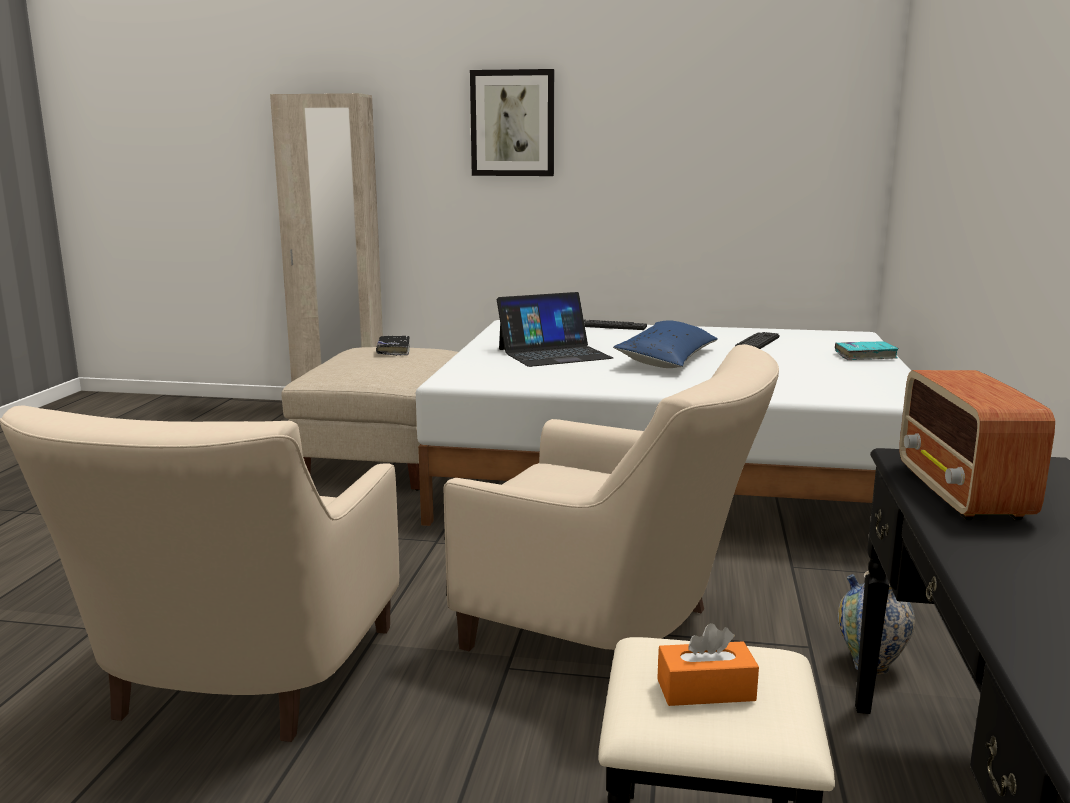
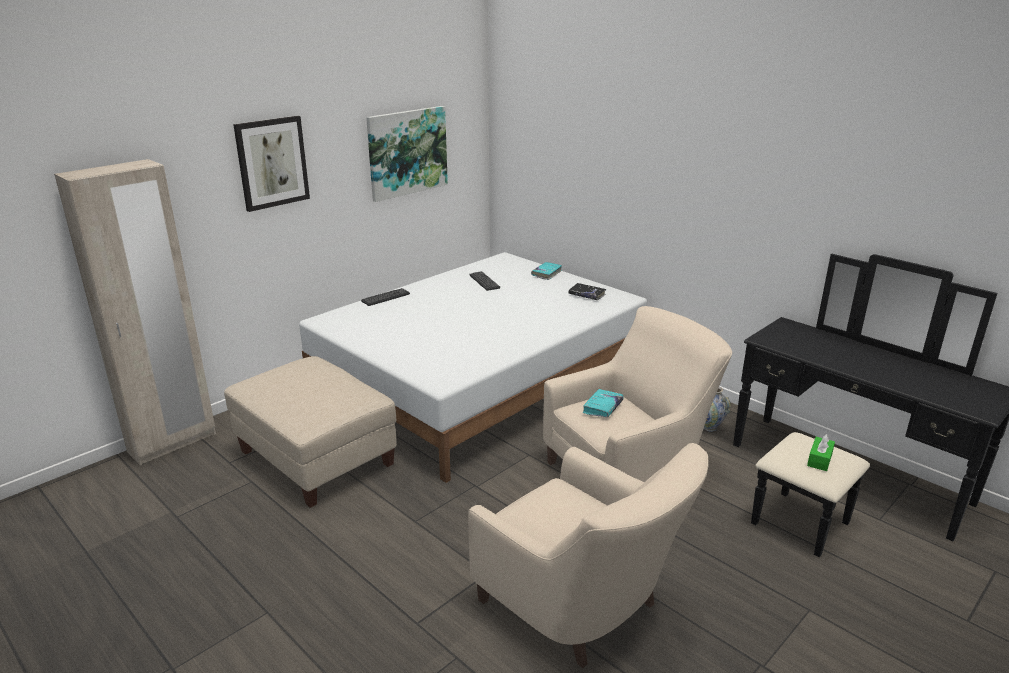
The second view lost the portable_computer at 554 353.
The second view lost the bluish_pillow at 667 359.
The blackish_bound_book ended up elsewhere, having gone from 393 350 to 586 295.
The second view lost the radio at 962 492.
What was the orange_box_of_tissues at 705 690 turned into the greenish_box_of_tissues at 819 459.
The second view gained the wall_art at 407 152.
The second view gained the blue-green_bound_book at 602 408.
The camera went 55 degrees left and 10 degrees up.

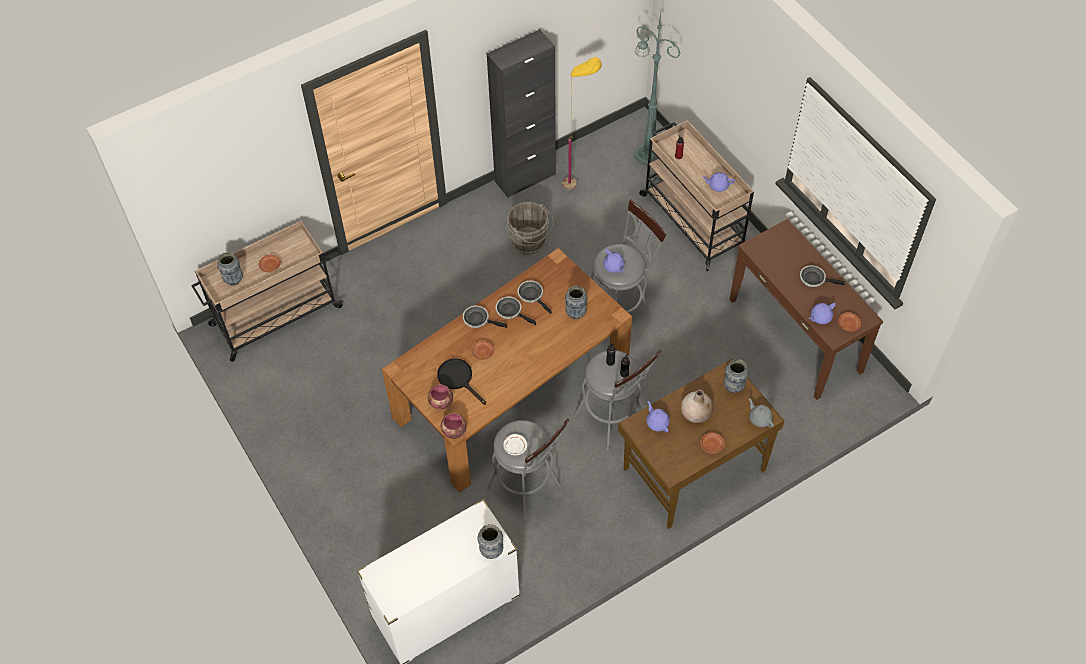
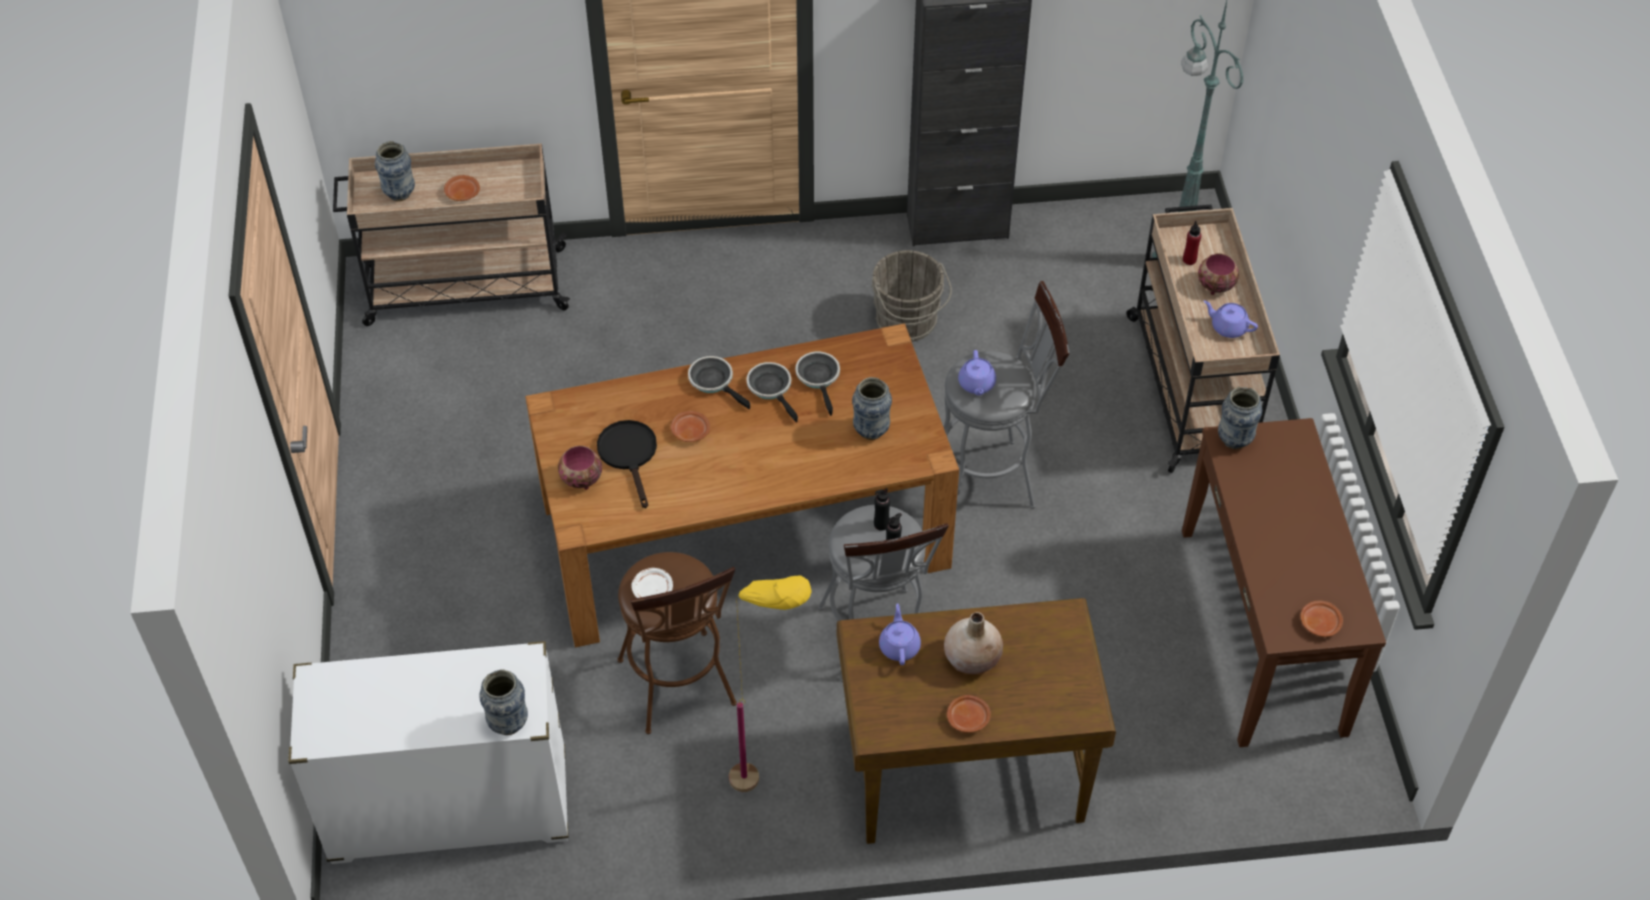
The yellow-coloured_standard_lamp ended up elsewhere, having gone from 579 181 to 770 780.
The second view lost the frying_pan at 814 279.
The second view lost the purple-coloured_tea_pot at 820 317.
The flower_vase ended up elsewhere, having gone from 733 387 to 1234 440.
The second view lost the grey_tea_pot at 759 418.
The deep_dish ended up elsewhere, having gone from 453 431 to 1214 285.
What was the grey_sitting_stool at 528 491 turned into the brownish_sitting_stool at 680 690.
The camera went 25 degrees right and 5 degrees down.

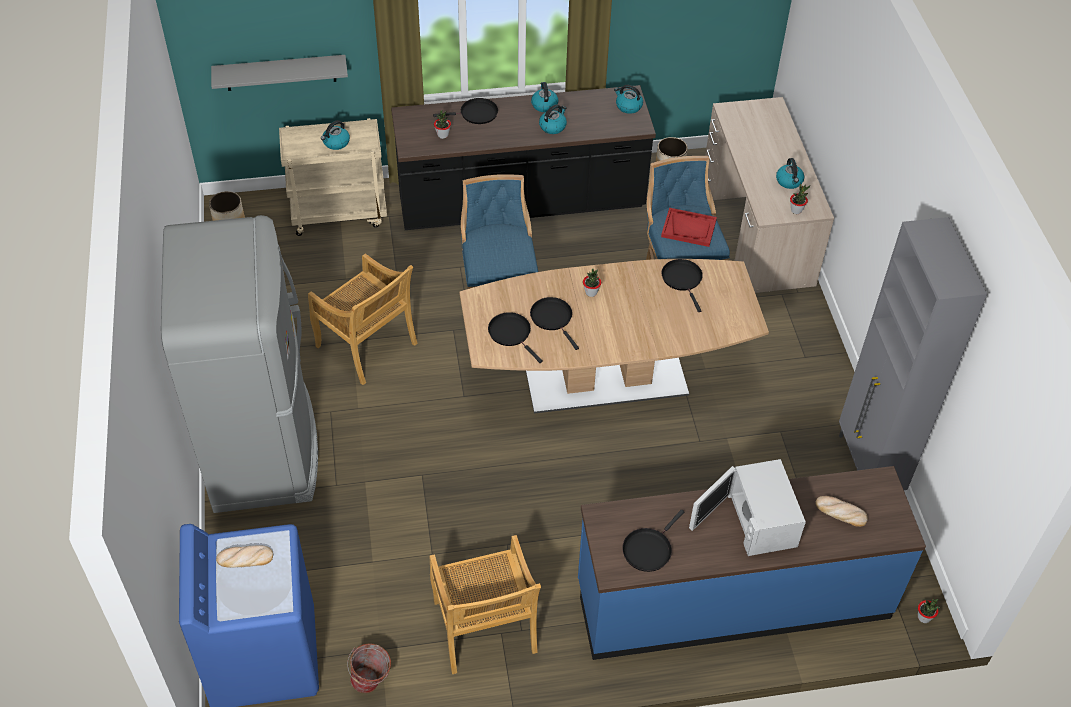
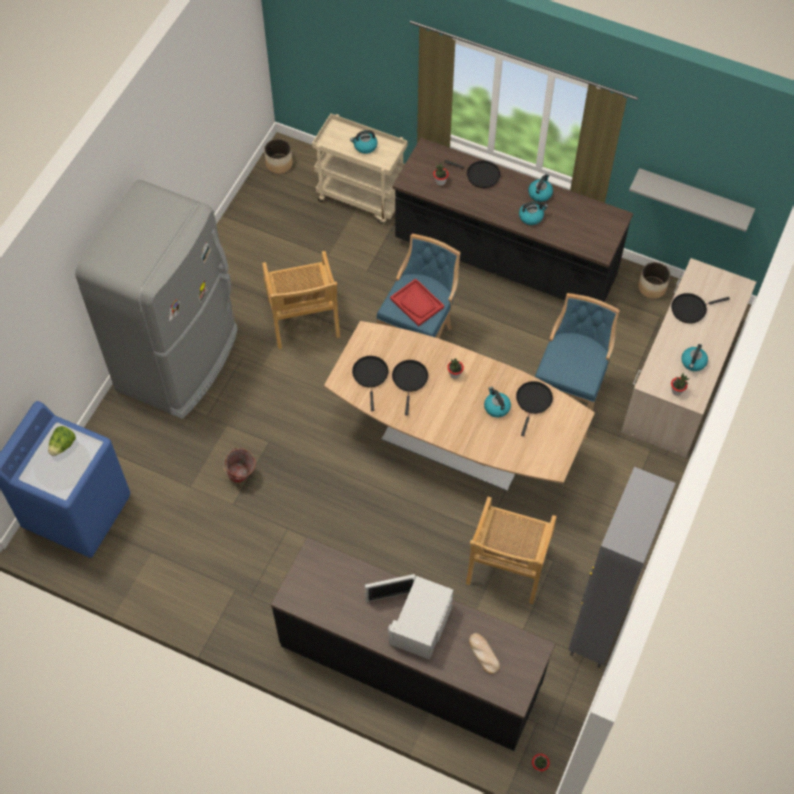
The grey_shelf ended up elsewhere, having gone from 280 72 to 694 197.
The water_kettle ended up elsewhere, having gone from 628 106 to 496 407.
The red-coloured_tray ended up elsewhere, having gone from 689 228 to 417 303.
What was the bluish_kitchen_base_unit at 732 599 turned into the blackish_kitchen_base_unit at 410 665.
The blackish_frying_pan ended up elsewhere, having gone from 648 549 to 690 309.
The beige-coloured_chair ended up elsewhere, having gone from 485 629 to 507 566.
Where the baked_bread stood at 245 558, the lettuce_head came to stand at 63 446.
The bucket ended up elsewhere, having gone from 372 682 to 241 477.
The camera went 35 degrees right and 10 degrees up.

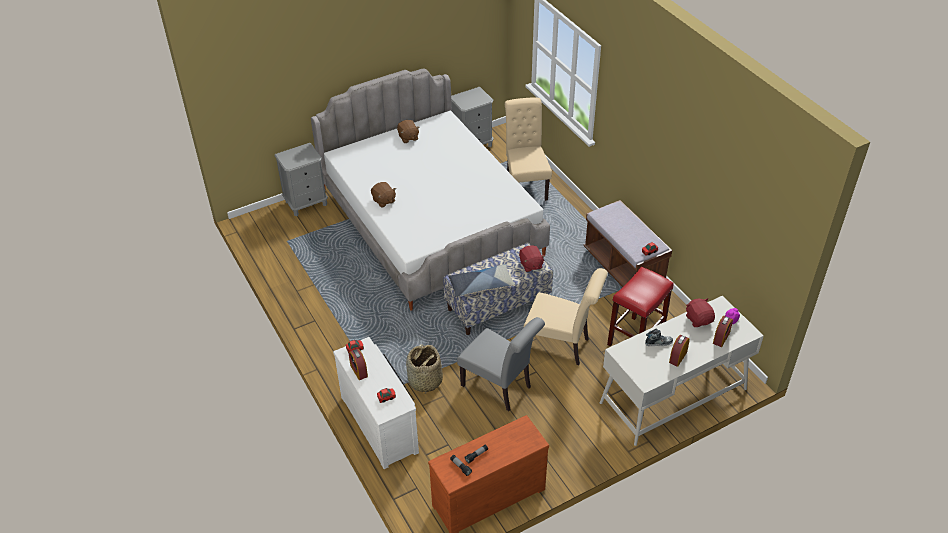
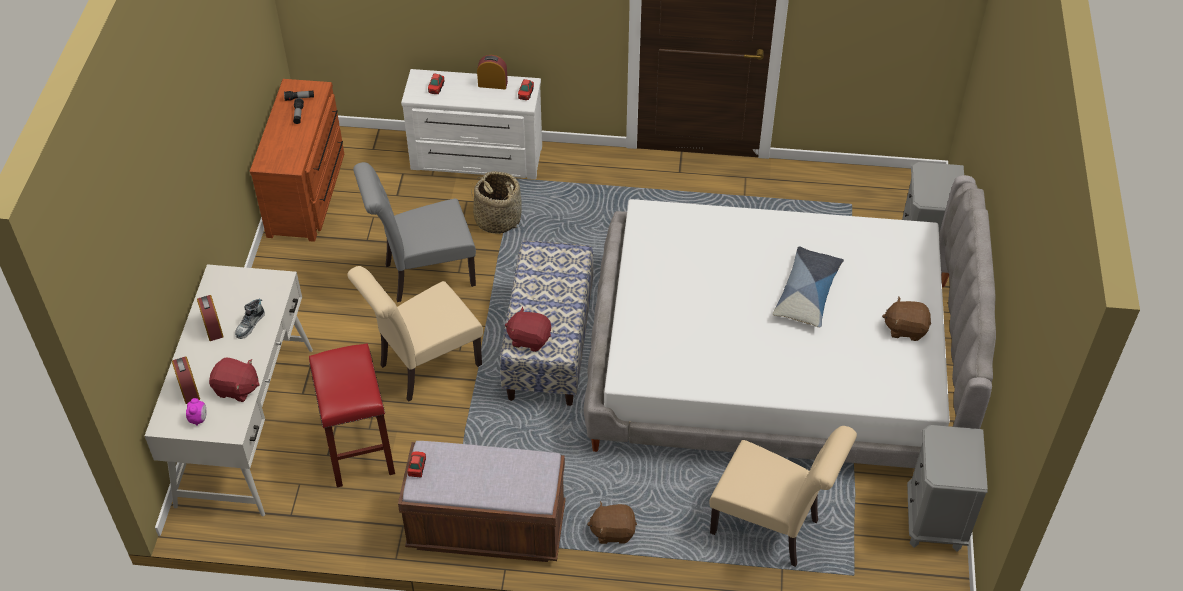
The brownish_cuddly_toy ended up elsewhere, having gone from 383 201 to 613 531.
The pillow ended up elsewhere, having gone from 481 285 to 807 293.
The camera went 125 degrees right and 5 degrees up.

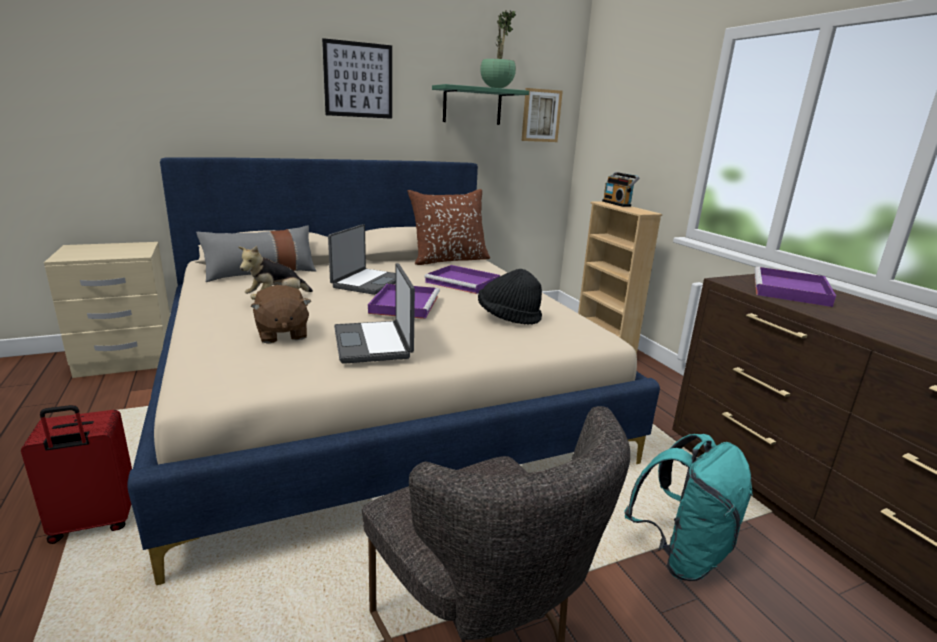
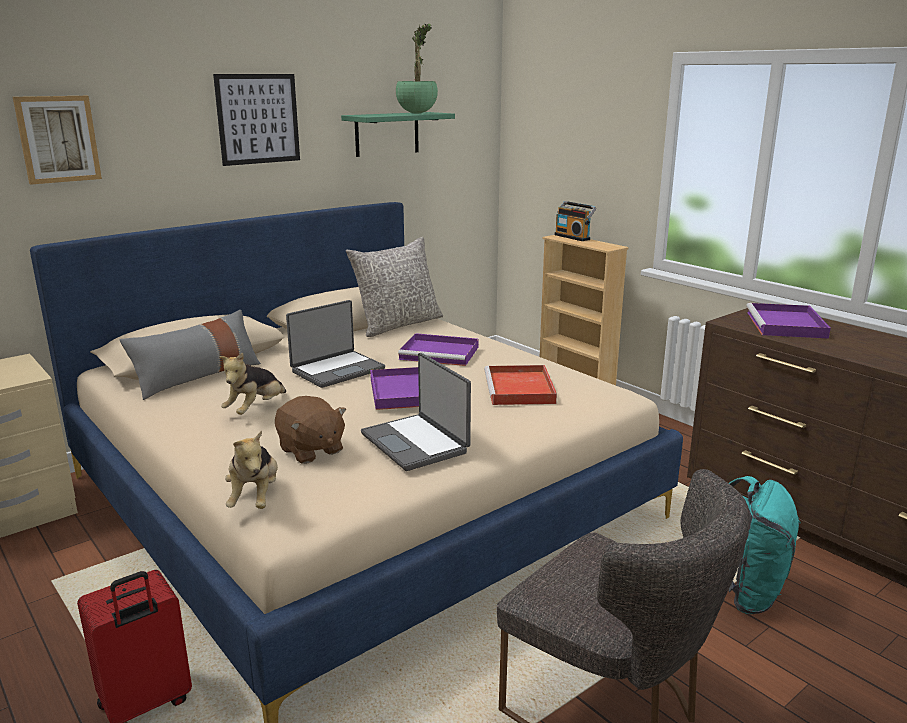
The wall_art ended up elsewhere, having gone from 541 115 to 58 139.
What was the brownish_pillow at 449 260 turned into the grey_pillow at 398 324.
The portable_computer at 368 282 ended up facing another way, 45 degrees clockwise from before.
Where the blackish_clothing_hat stood at 508 317, the red-coloured_tray came to stand at 520 389.
The second view gained the cuddly_toy at 255 498.
The camera went 15 degrees left and 0 degrees up.

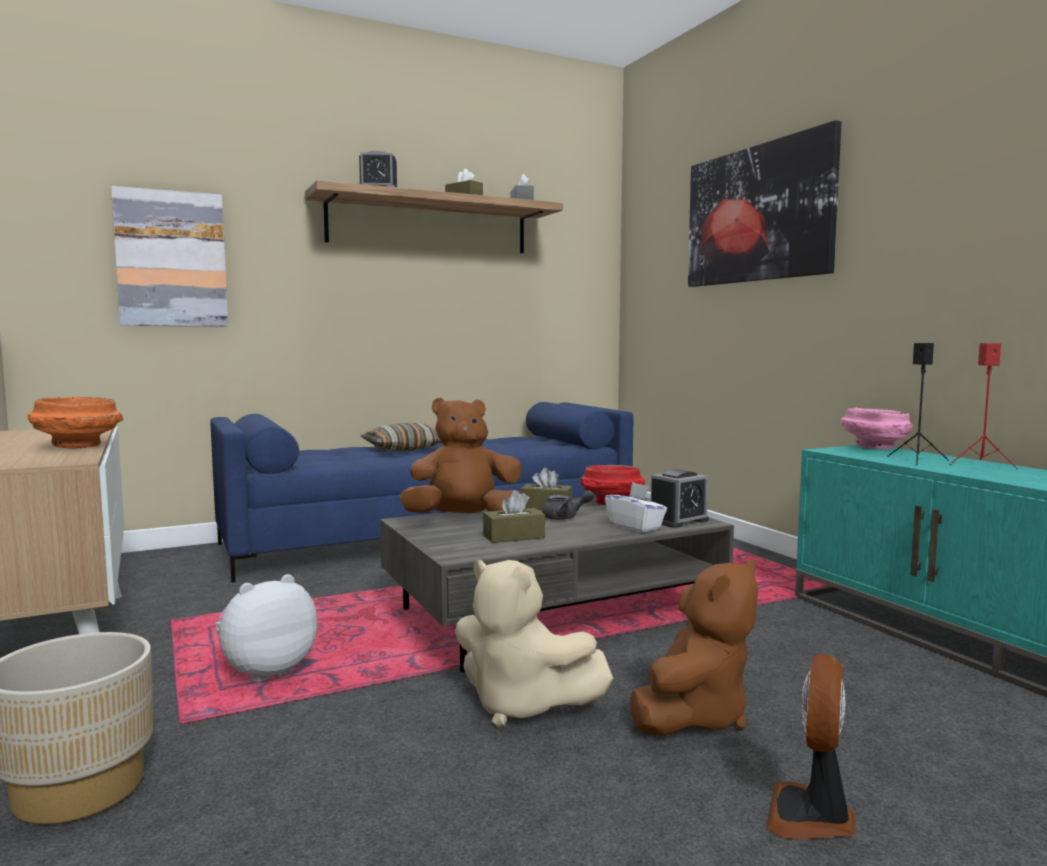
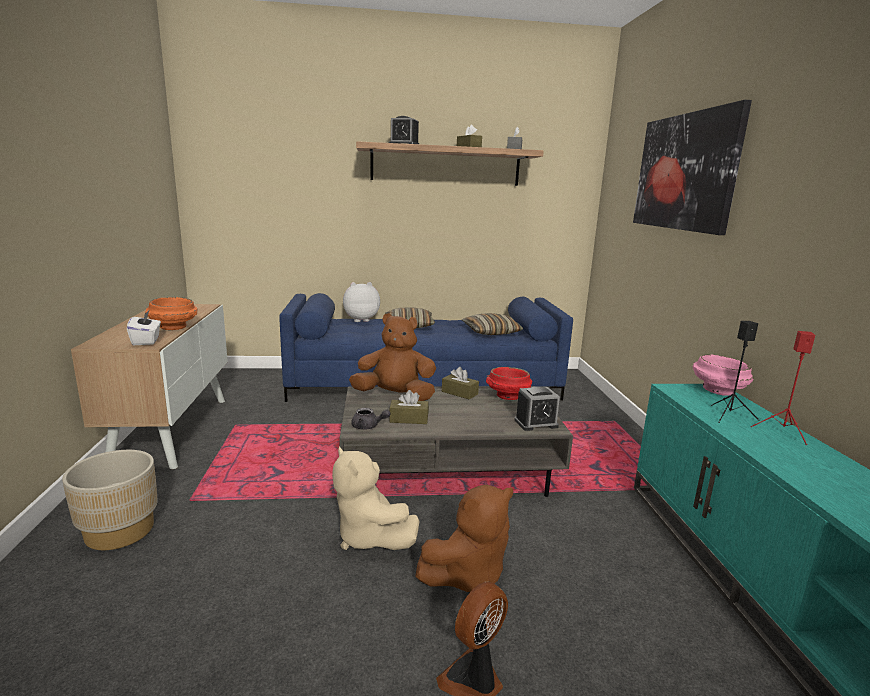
The second view lost the wall_art at 171 259.
The whitish_box_of_tissues ended up elsewhere, having gone from 635 526 to 146 341.
The grey_tea_pot ended up elsewhere, having gone from 565 517 to 368 426.
The cuddly_toy ended up elsewhere, having gone from 266 671 to 360 319.
The second view gained the pillow at 491 332.
The camera went 20 degrees right and 10 degrees up.

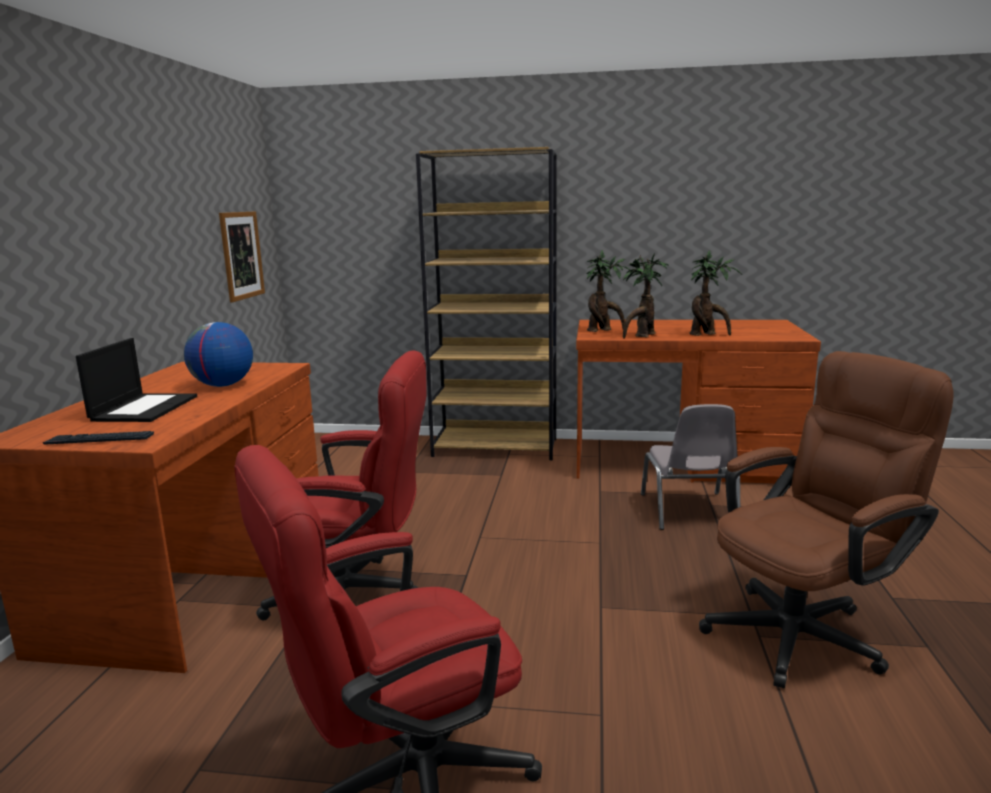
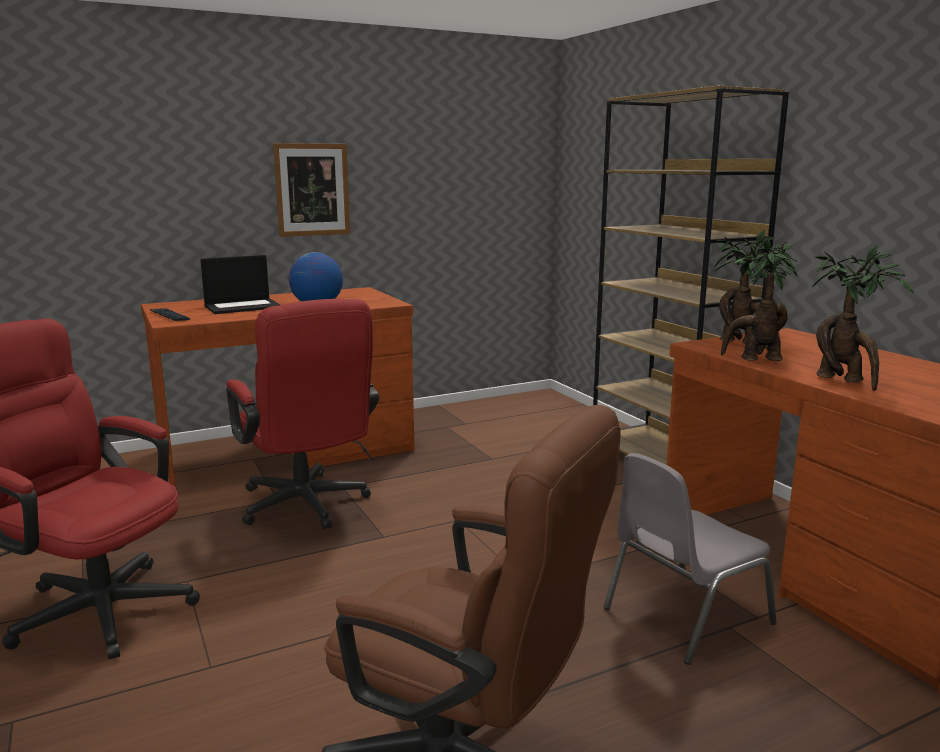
The wall_art ended up elsewhere, having gone from 241 255 to 312 189.
The camera went 55 degrees right and 0 degrees up.

